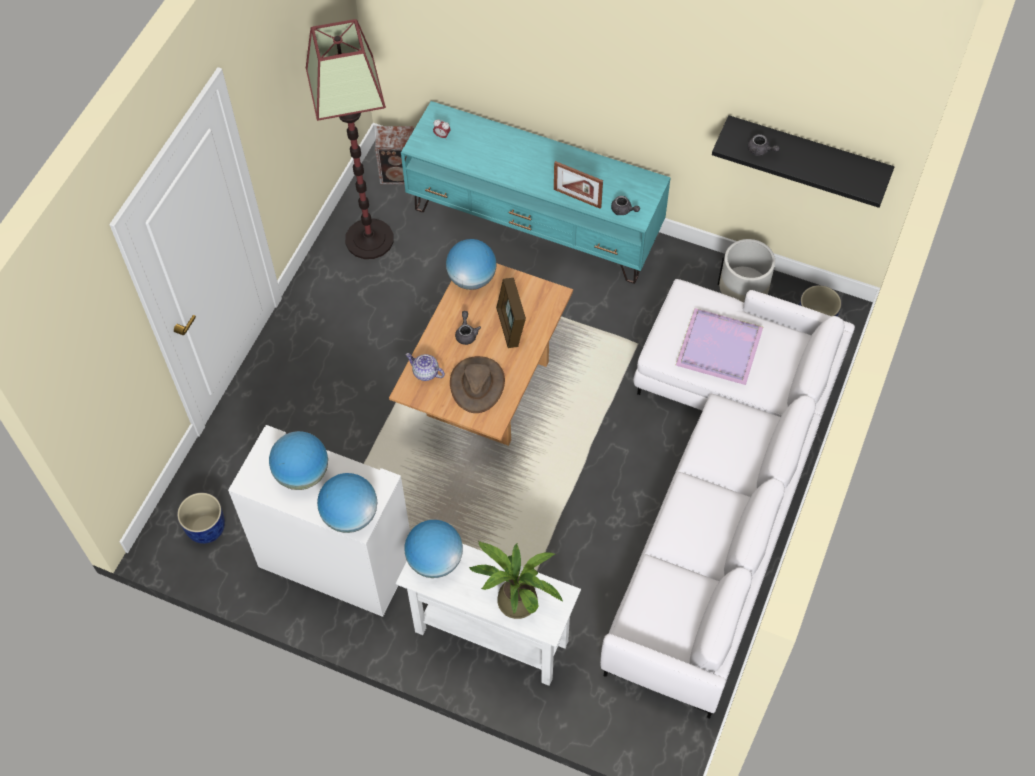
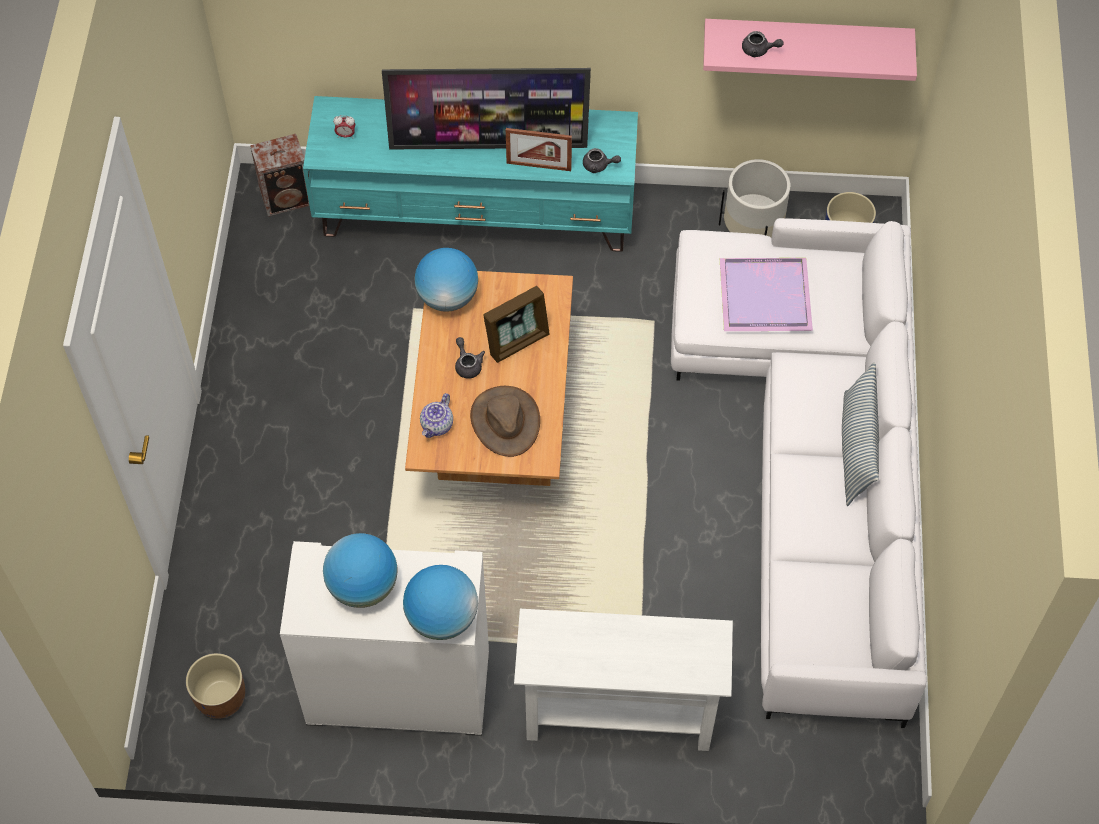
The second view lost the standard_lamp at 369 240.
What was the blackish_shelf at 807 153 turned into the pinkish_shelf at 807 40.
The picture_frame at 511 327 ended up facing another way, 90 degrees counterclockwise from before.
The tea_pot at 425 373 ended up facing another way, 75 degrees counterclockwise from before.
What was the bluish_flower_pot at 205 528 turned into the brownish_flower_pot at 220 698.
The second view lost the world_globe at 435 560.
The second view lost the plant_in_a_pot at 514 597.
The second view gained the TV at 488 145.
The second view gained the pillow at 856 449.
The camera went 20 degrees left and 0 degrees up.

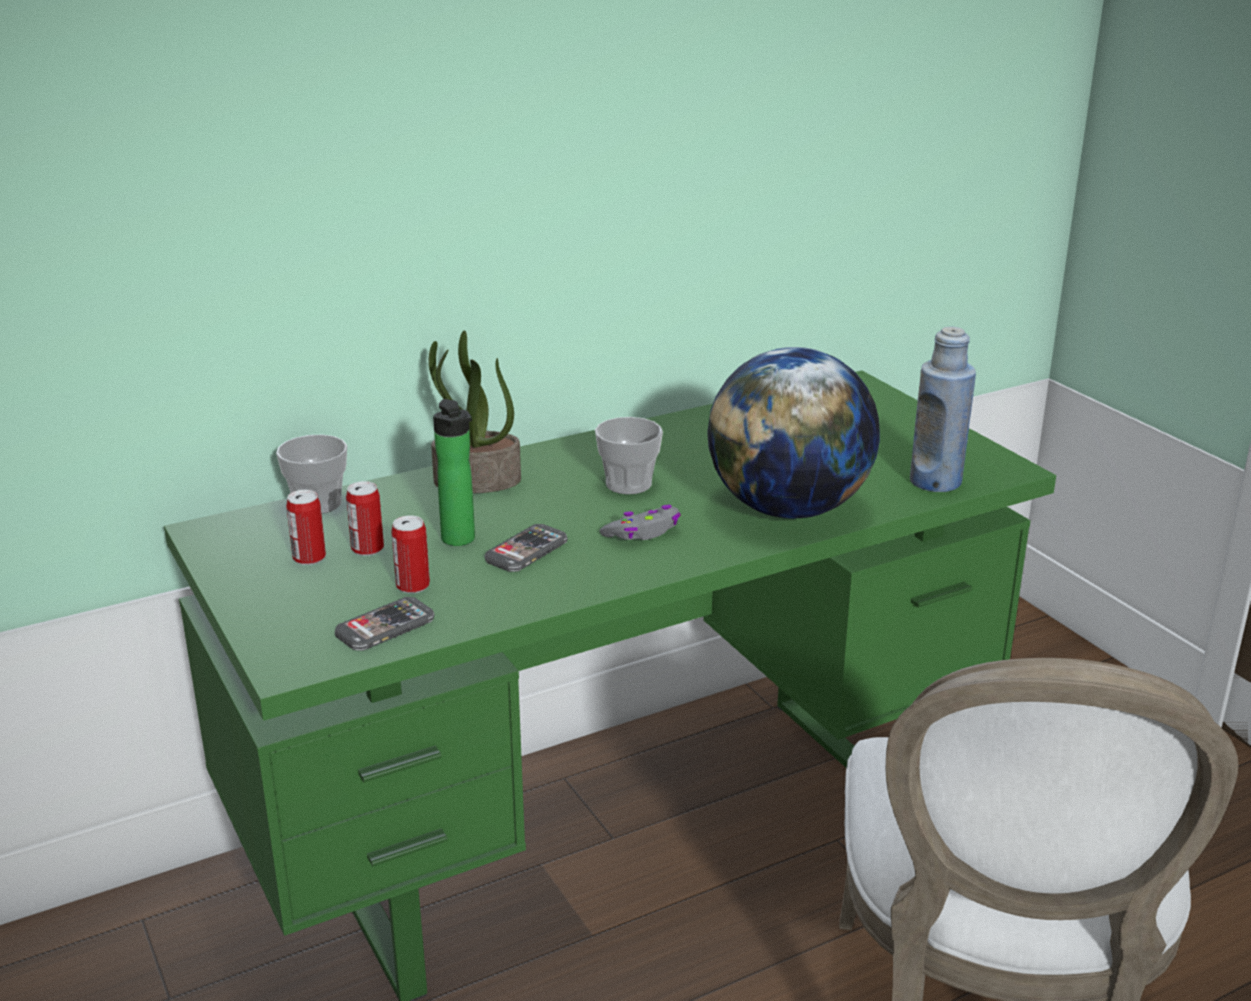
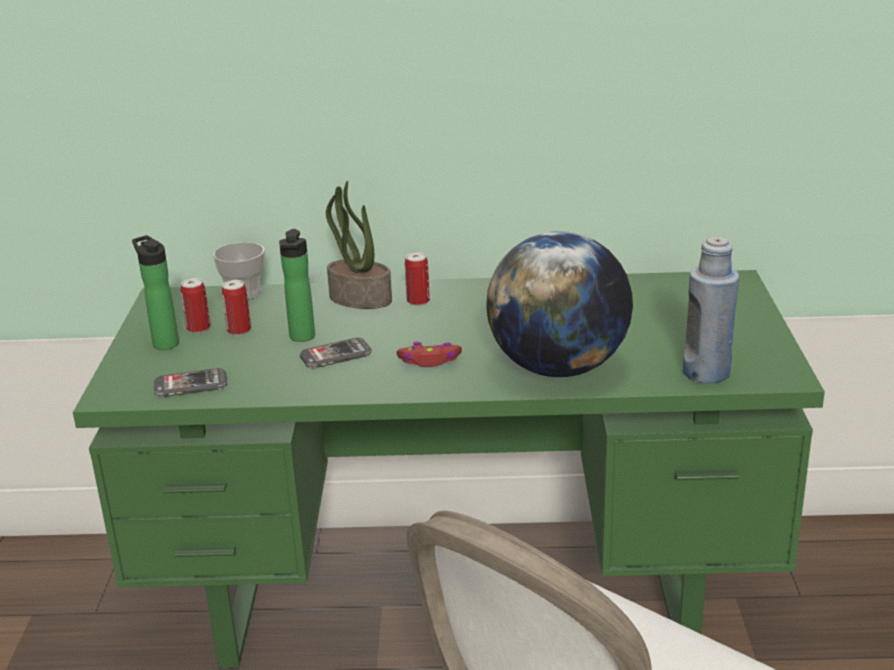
The second view lost the small_cup at 628 484.
What was the grey_joypad at 643 532 turned into the red-coloured_joypad at 430 361.
The can ended up elsewhere, having gone from 413 586 to 418 301.
The second view gained the bottle at 164 343.
The camera went 30 degrees right and 0 degrees up.

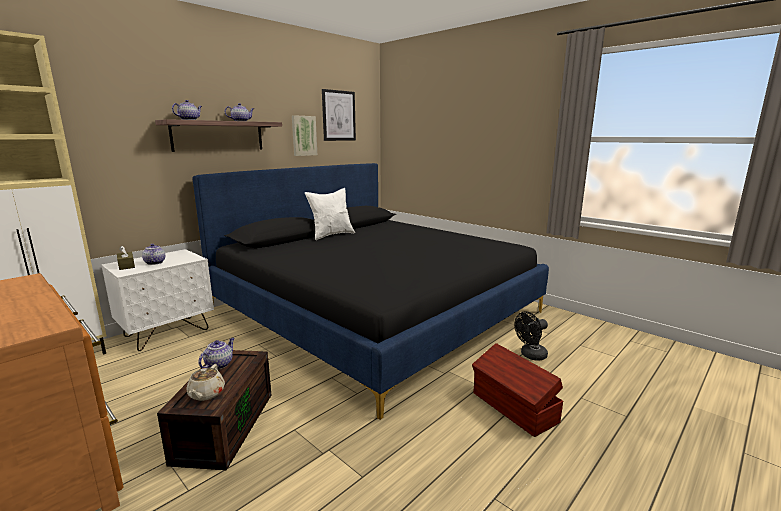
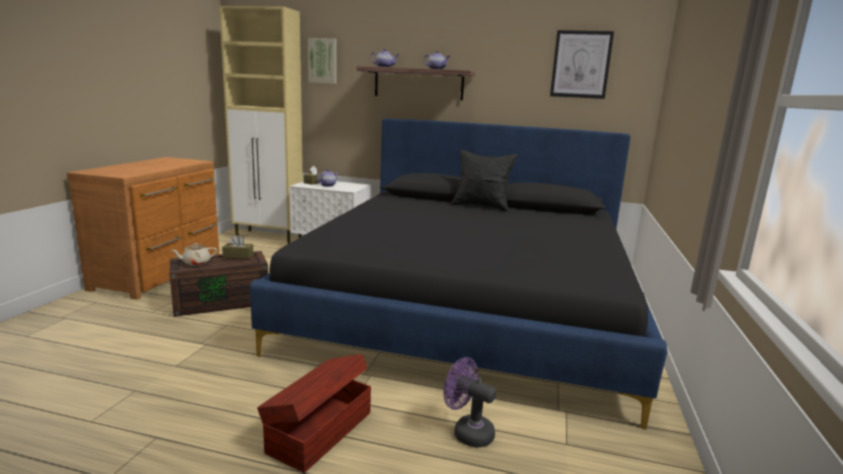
The wall_art ended up elsewhere, having gone from 303 135 to 323 61.
What was the whitish_pillow at 331 235 turned into the blackish_pillow at 481 206.
What was the blackish_fan at 530 355 turned into the purple-coloured_fan at 467 432.
Where the tea_pot stood at 219 364, the brownish_box_of_tissues came to stand at 238 256.
The camera went 60 degrees right and 0 degrees up.

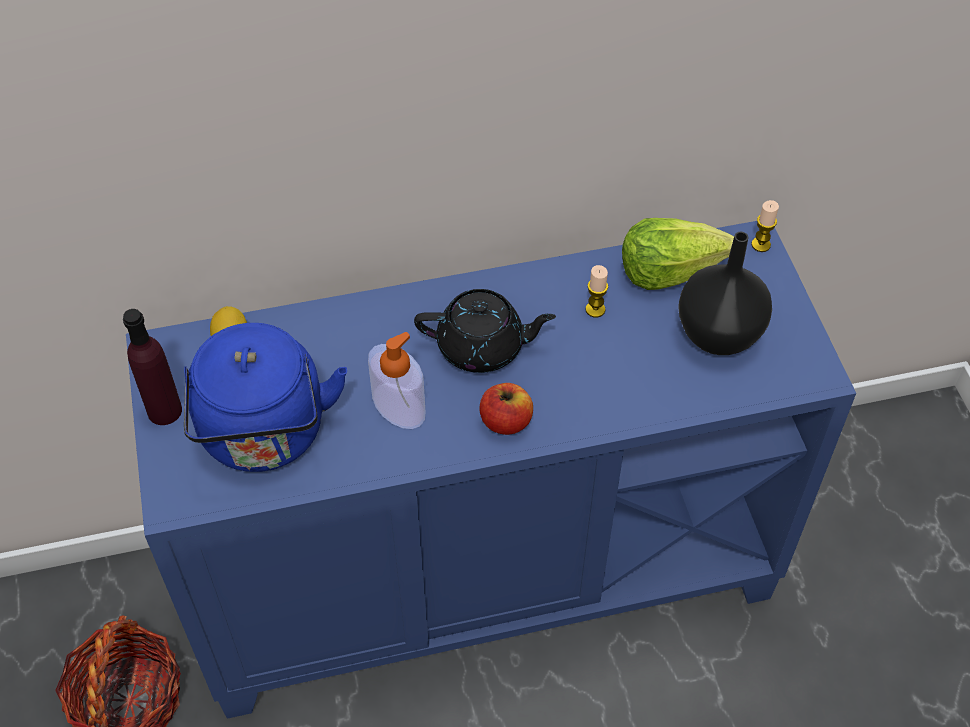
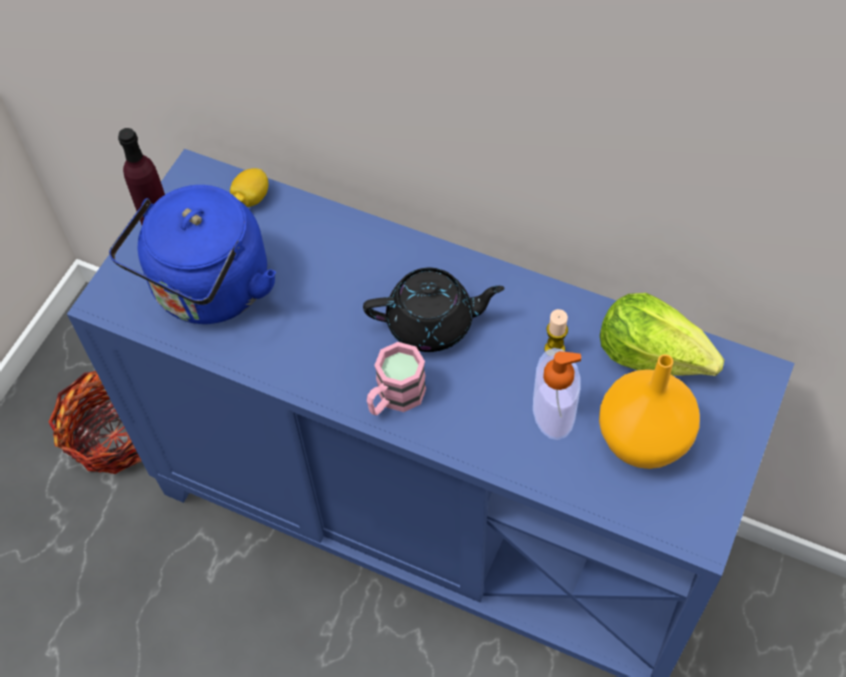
The second view lost the wax_candle at 760 245.
What was the blackish_flower_vase at 716 334 turned into the orange_flower_vase at 641 438.
The blackish_tea_pot at 482 347 ended up facing another way, 45 degrees counterclockwise from before.
The soap_dispenser ended up elsewhere, having gone from 398 406 to 553 410.
Where the apple stood at 506 421, the pinkish_mug came to stand at 394 398.
The camera went 40 degrees right and 5 degrees up.

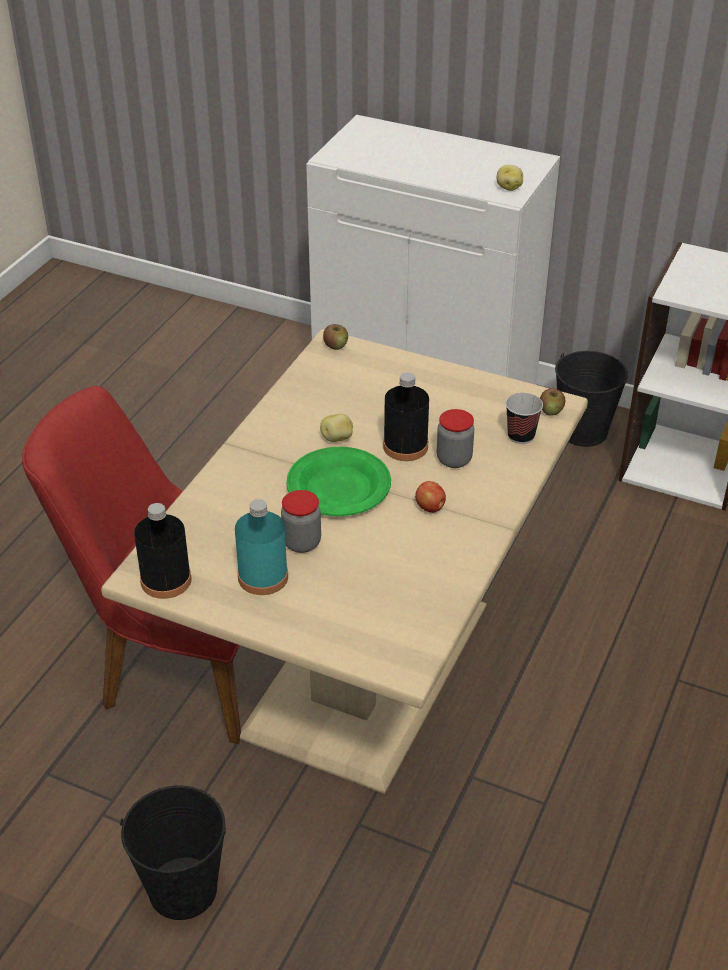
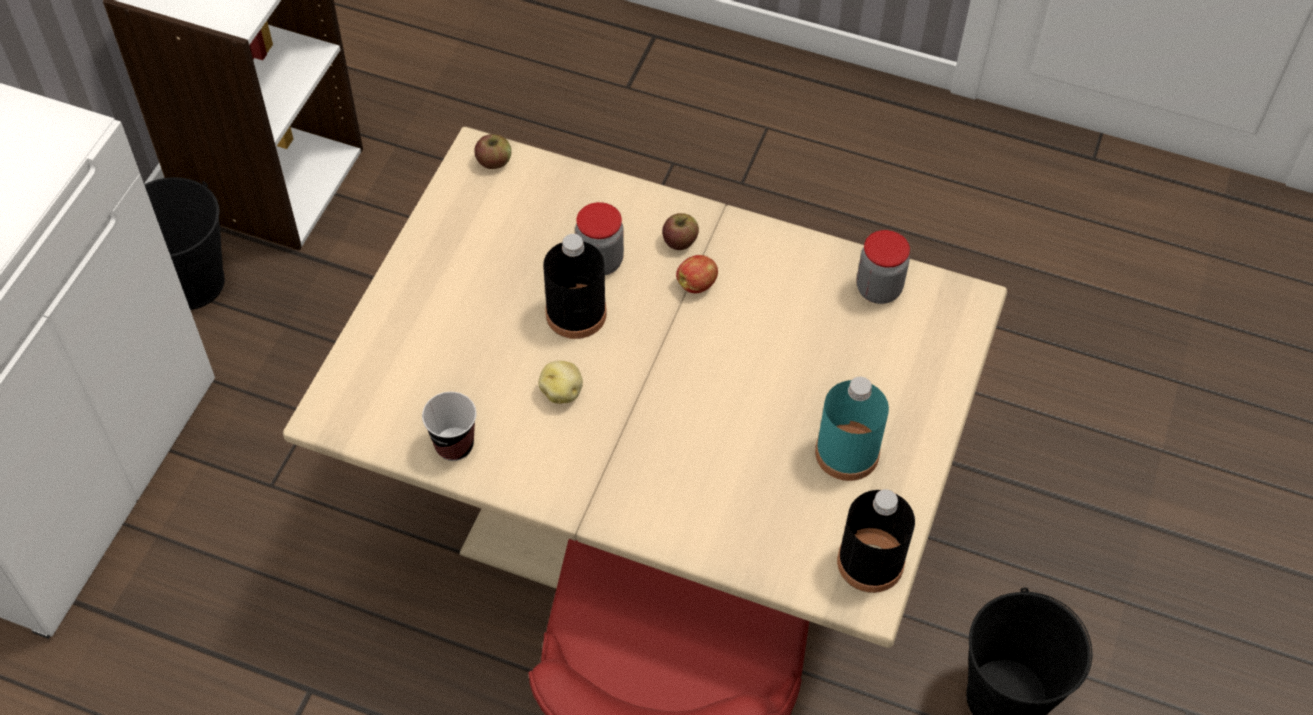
The second view lost the whole_potato at 509 187.
The apple ended up elsewhere, having gone from 335 345 to 680 241.
The small_cup ended up elsewhere, having gone from 521 436 to 454 445.
The second view lost the greenish_flat_dish at 338 486.
The jar ended up elsewhere, having gone from 302 543 to 878 289.
The camera went 95 degrees left and 15 degrees up.

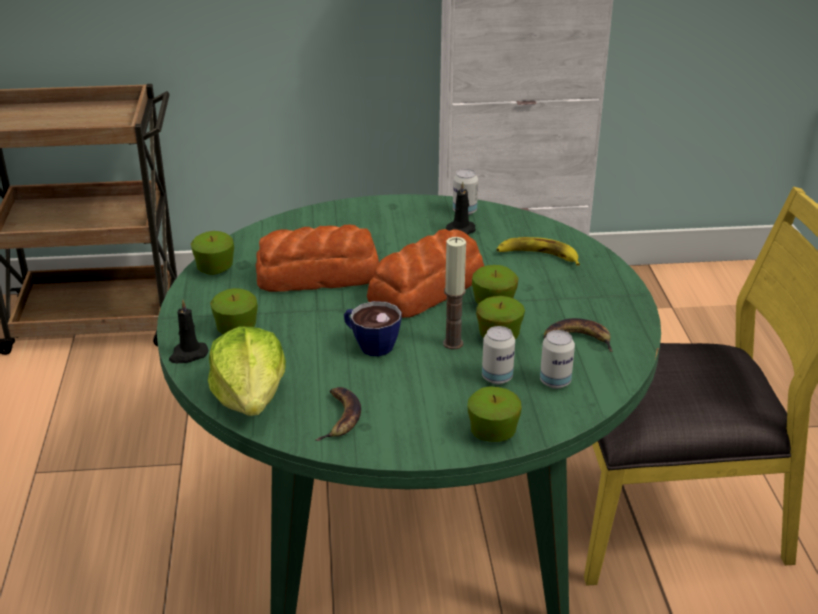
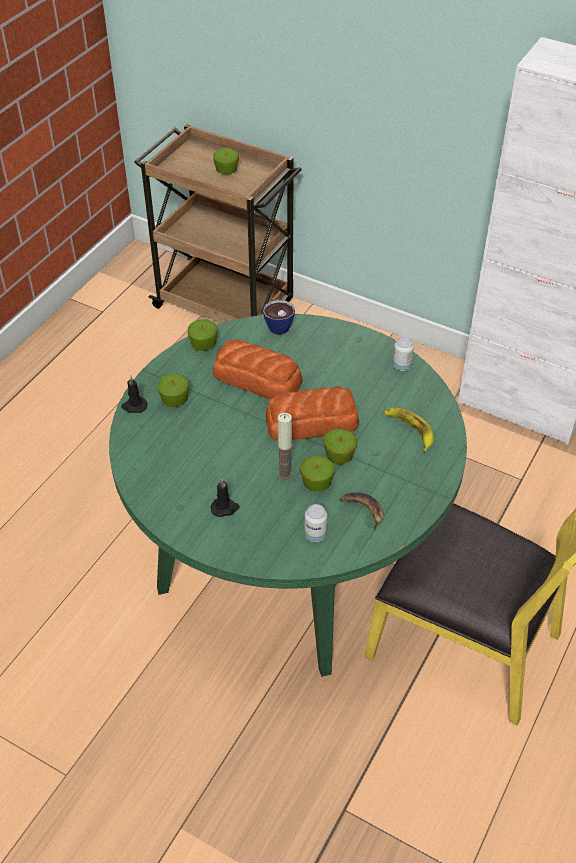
The blackish_wax_candle ended up elsewhere, having gone from 462 230 to 225 508.
The small_cup ended up elsewhere, having gone from 370 344 to 277 324.
The second view lost the lettuce_head at 250 397.
The second view lost the can at 497 377.
The apple ended up elsewhere, having gone from 492 433 to 226 171.
The second view lost the whole_banana at 339 417.
The camera went 35 degrees right and 15 degrees up.

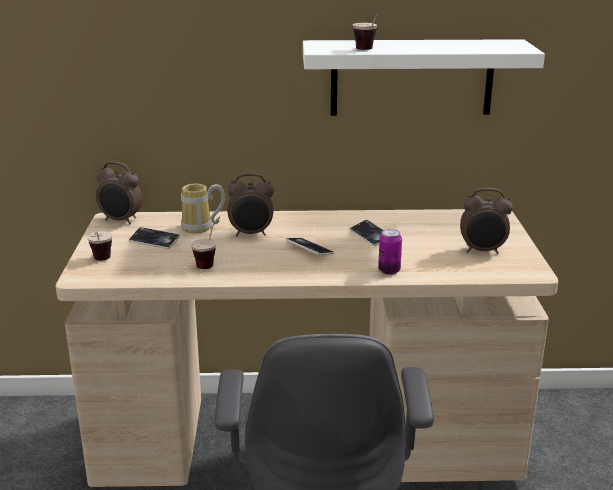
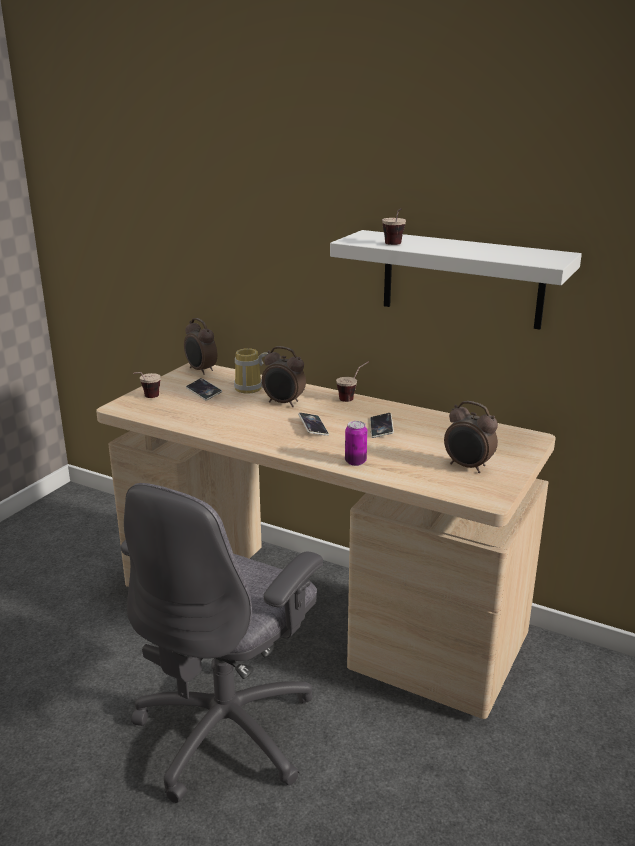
The small_cup ended up elsewhere, having gone from 210 262 to 353 397.
The camera went 30 degrees right and 0 degrees up.

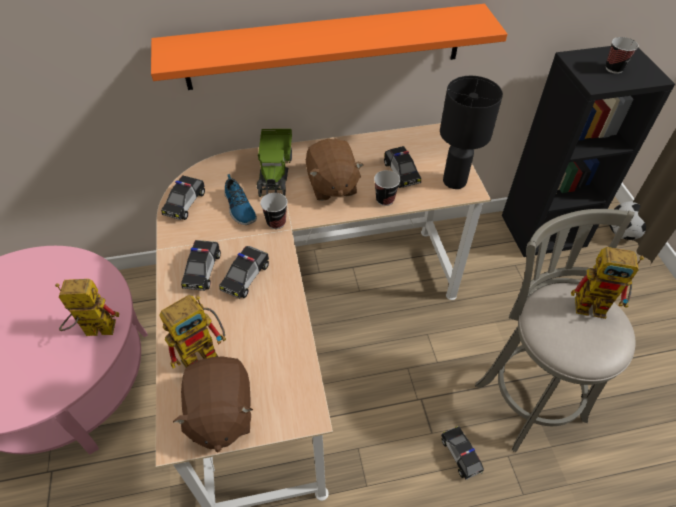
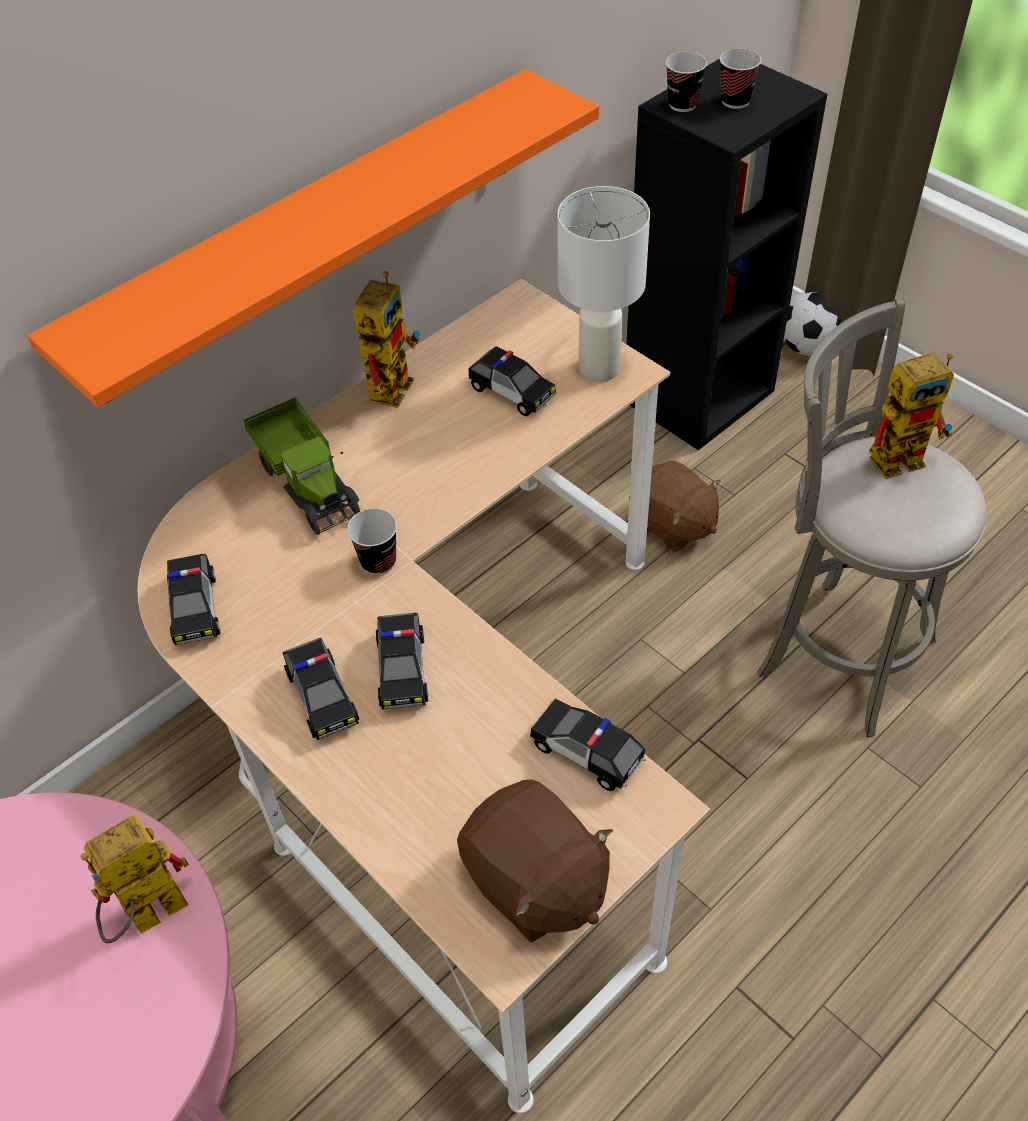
What was the blackish_lamp_for_a_table at 454 181 turned into the whitish_lamp_for_a_table at 598 369.
The brownish_cuddly_toy ended up elsewhere, having gone from 332 185 to 672 525.
The small_cup ended up elsewhere, having gone from 385 199 to 682 104.
The second view lost the shoe at 239 208.
The toy_robot ended up elsewhere, having gone from 205 352 to 391 382.
The toy_car ended up elsewhere, having gone from 460 455 to 587 752.
The camera went 30 degrees left and 0 degrees up.

